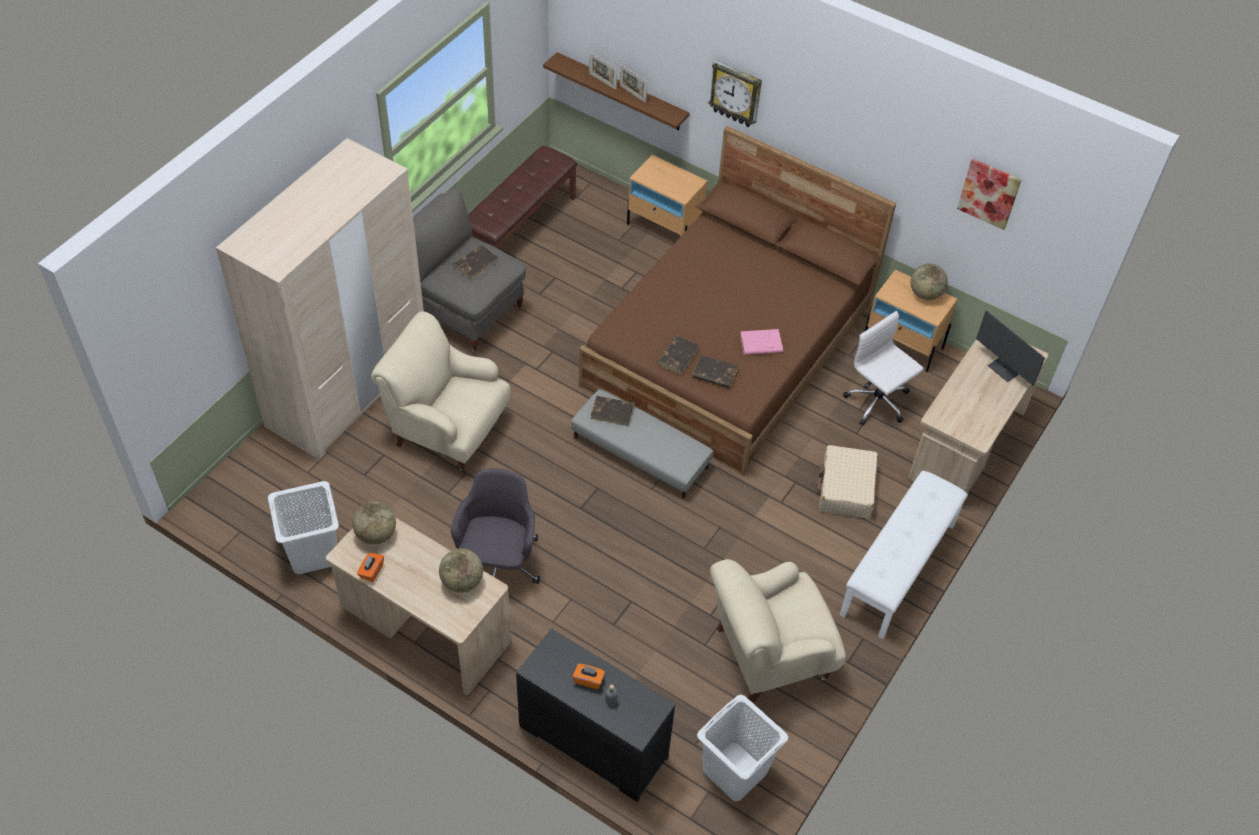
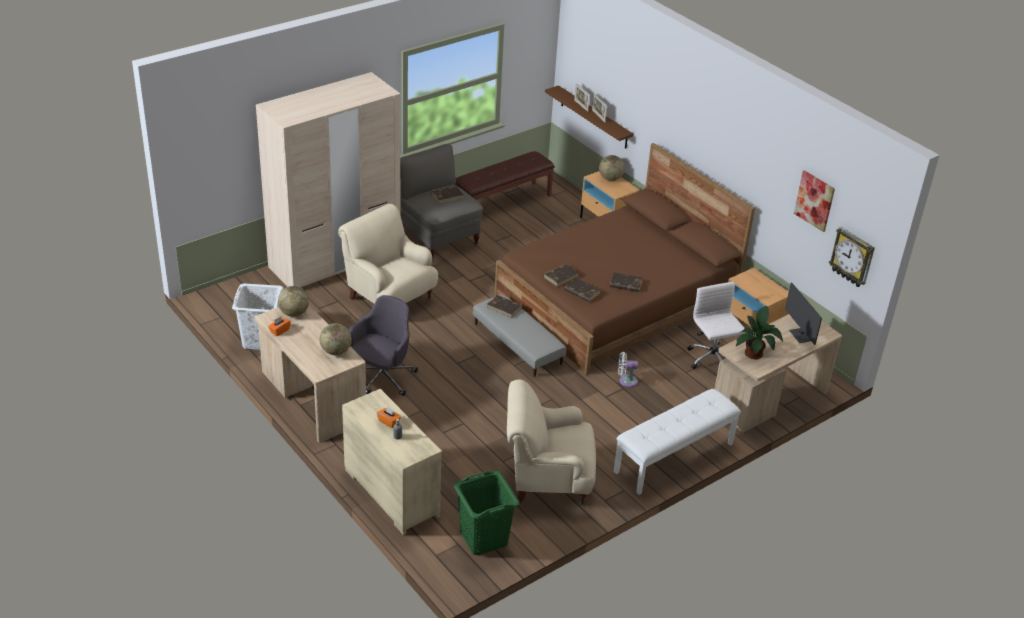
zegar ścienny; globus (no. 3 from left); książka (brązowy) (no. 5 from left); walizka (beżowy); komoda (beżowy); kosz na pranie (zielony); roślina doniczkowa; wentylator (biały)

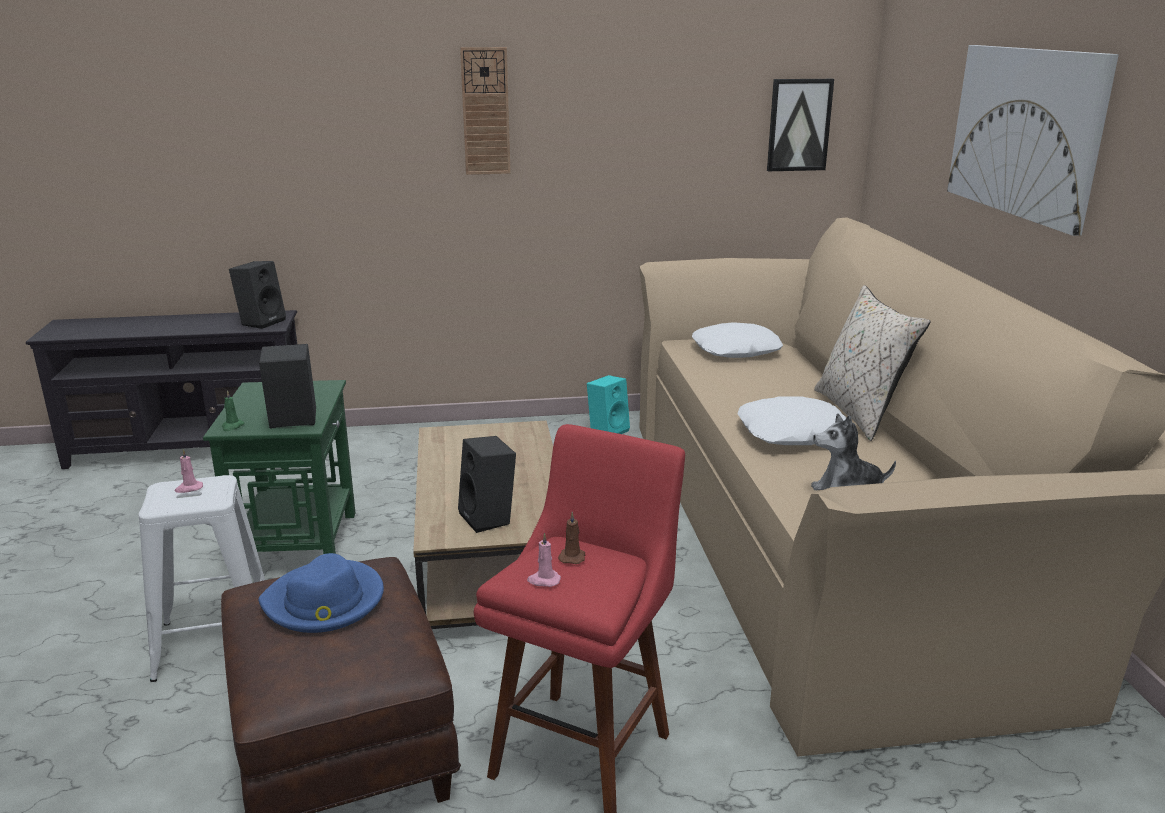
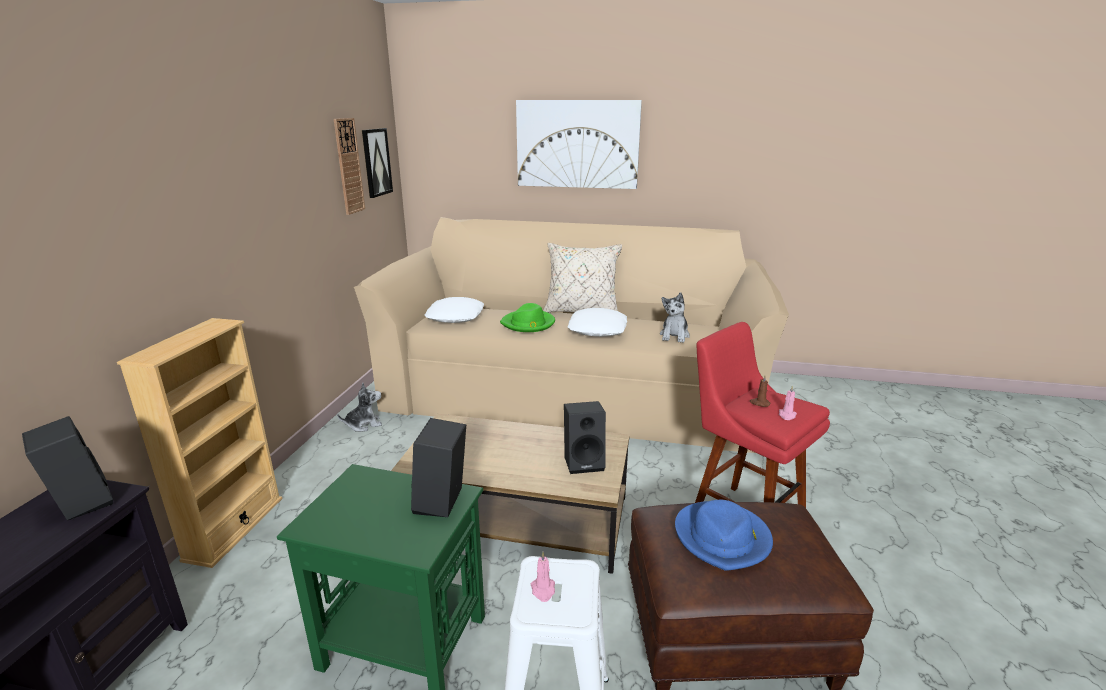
zegar ścienny; pluszak (no. 1 from left); świeca (zielony); kapelusz (zielony); regał (beżowy)

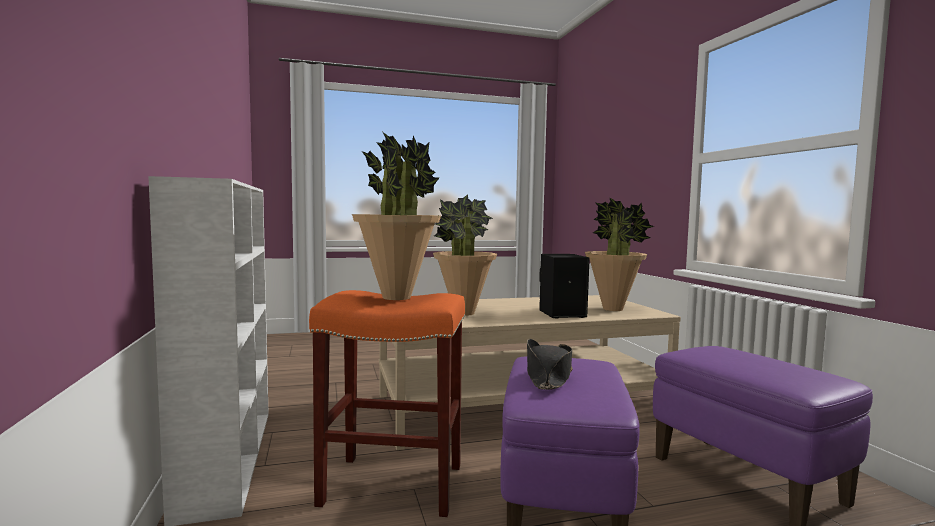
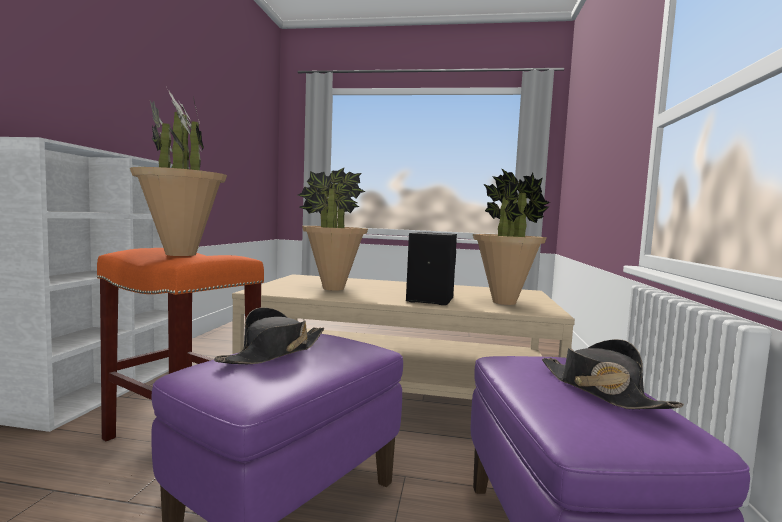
kapelusz (czarny) (no. 2 from left)

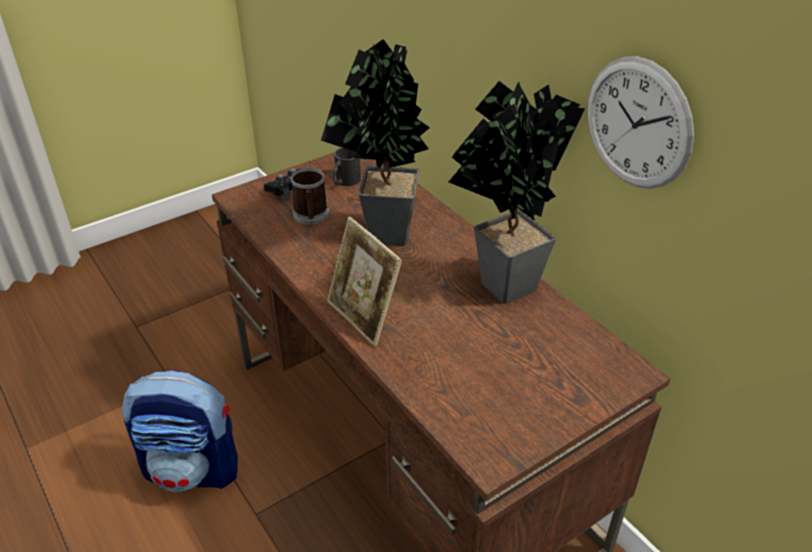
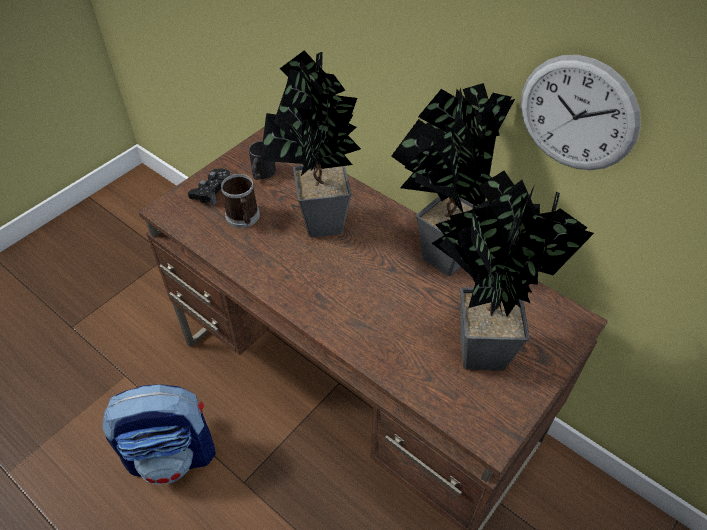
ramka na zdjęcie; roślina doniczkowa (no. 3 from left)

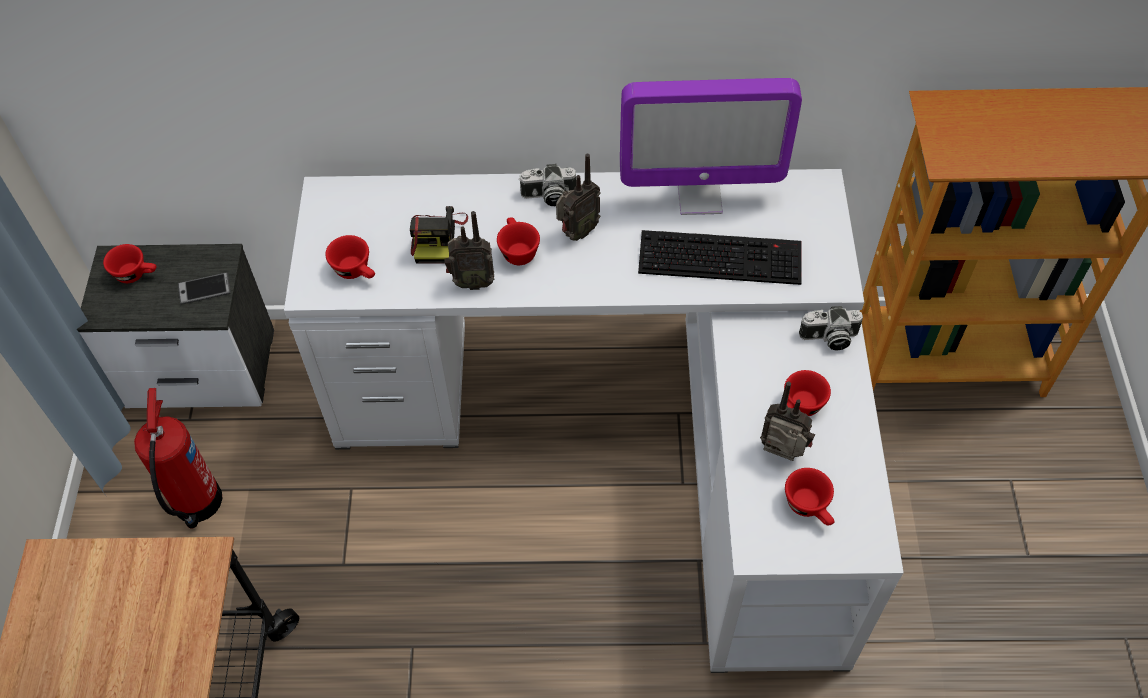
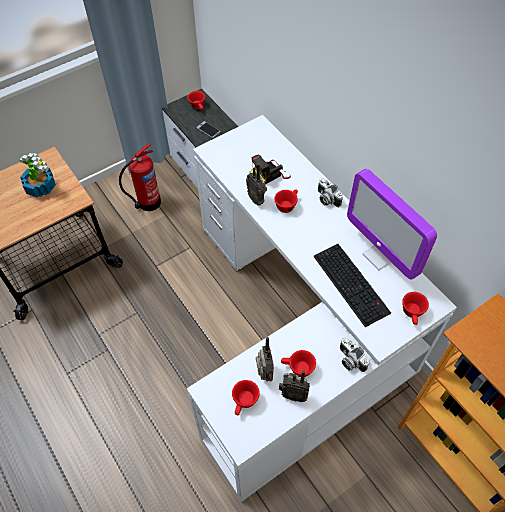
radio (no. 3 from left); filiżanka (czerwony) (no. 5 from left); roślina doniczkowa

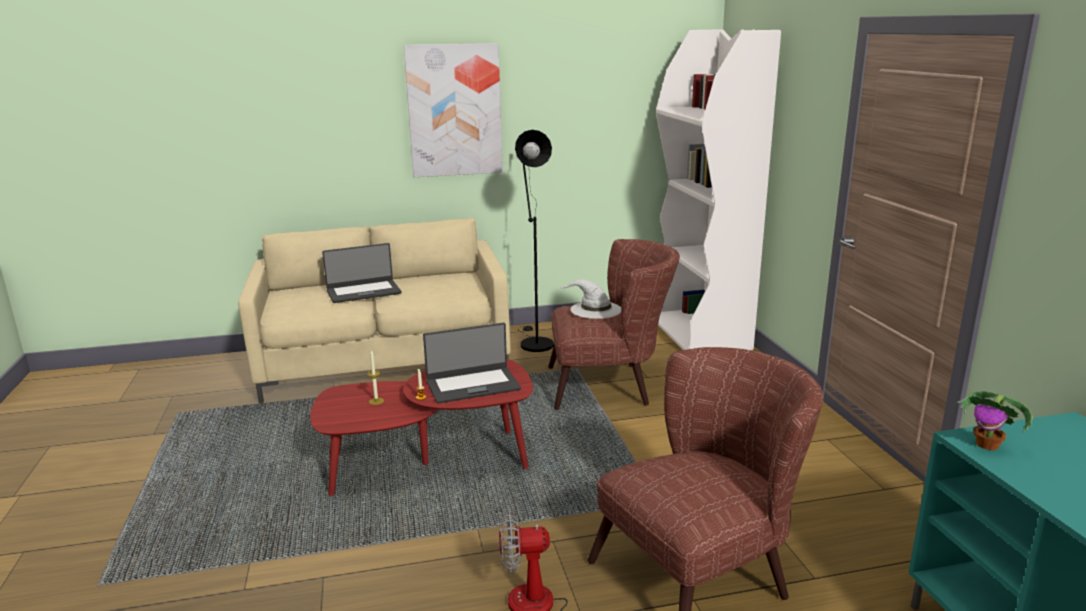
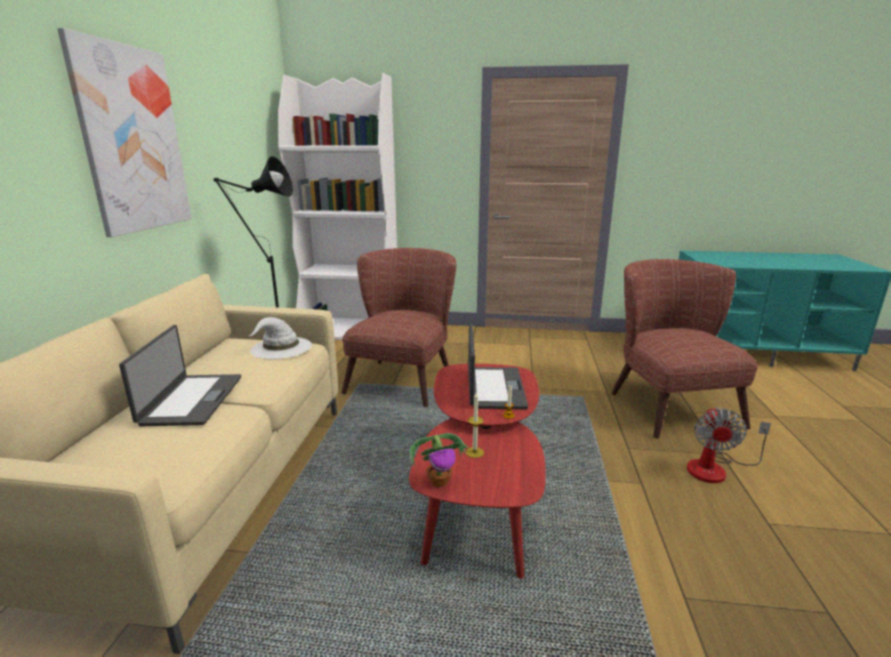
kapelusz (biały); roślina doniczkowa

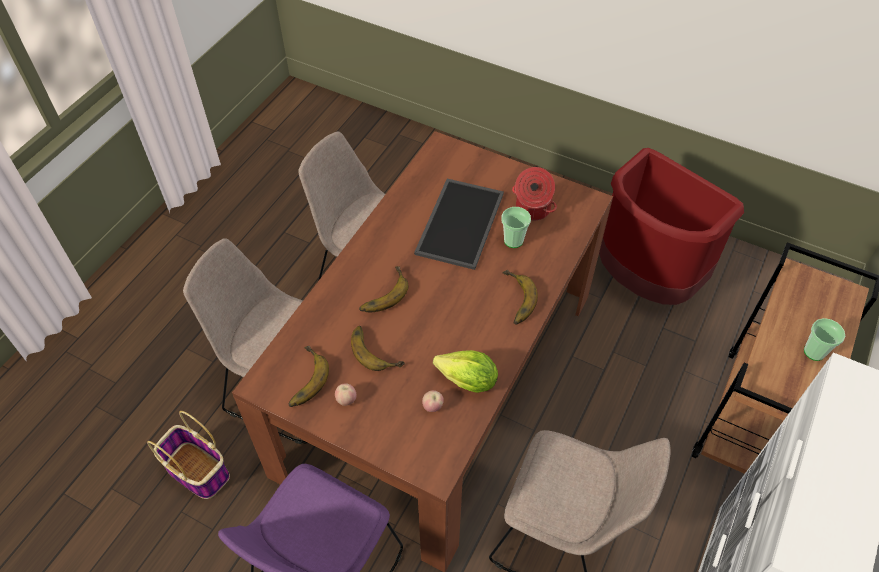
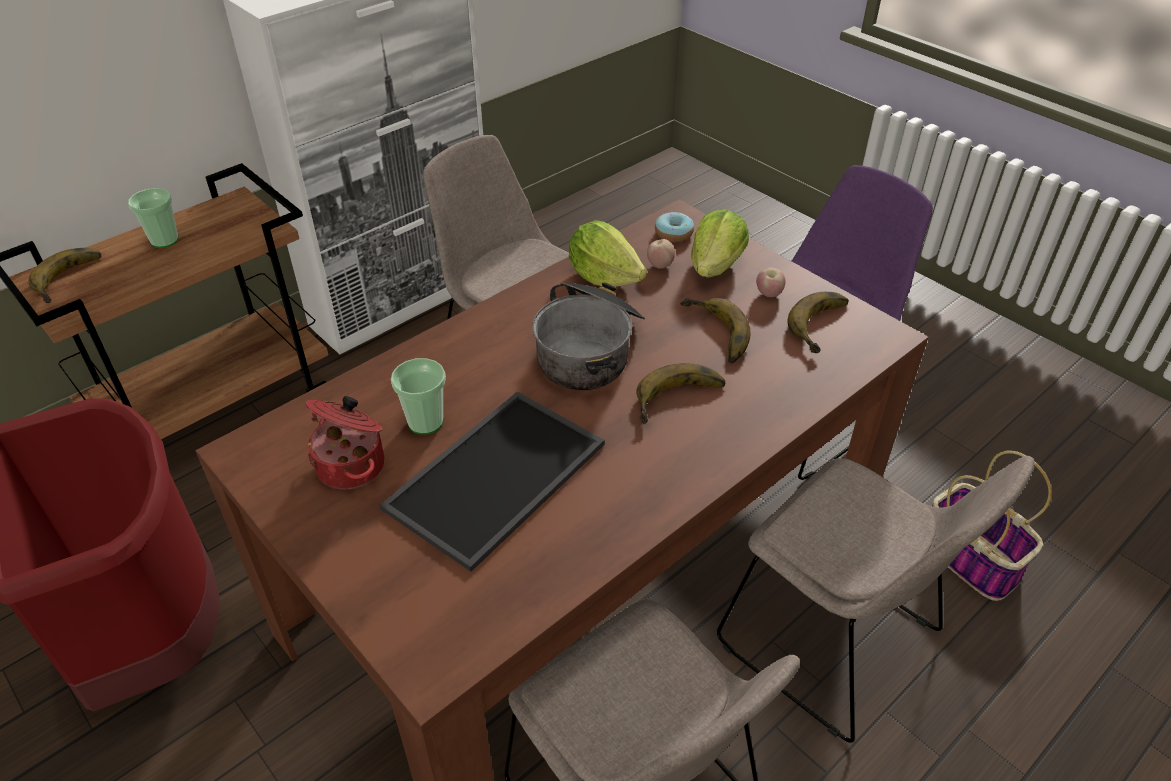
banan (no. 1 from left); sałata (no. 2 from left); donut; garnek (no. 2 from left)

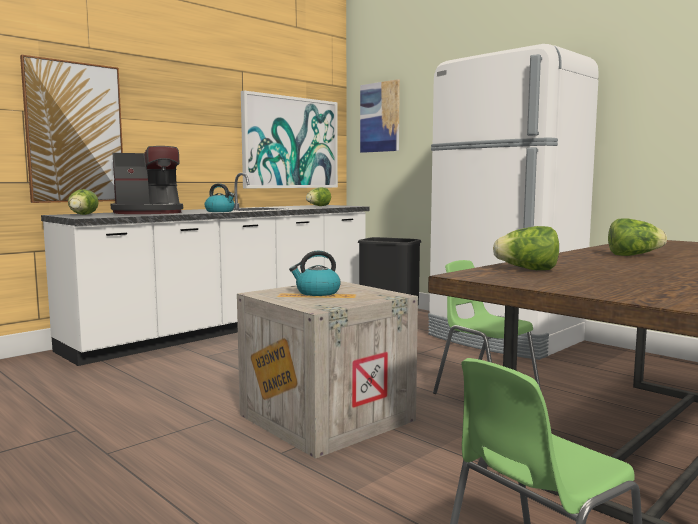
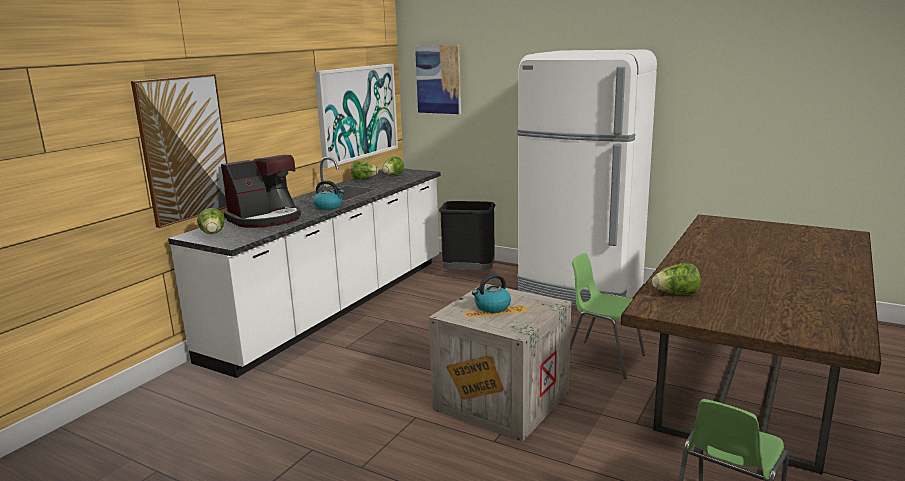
sałata (no. 2 from left)

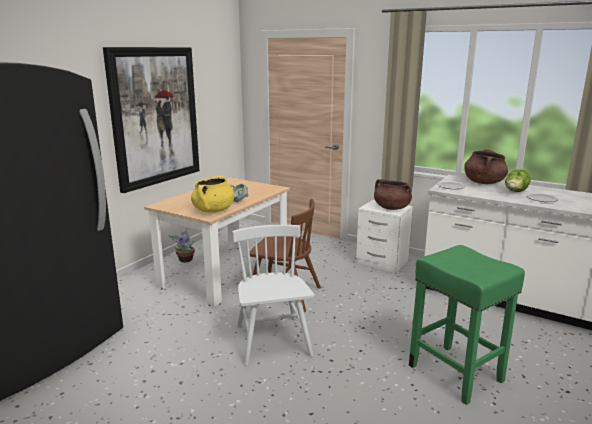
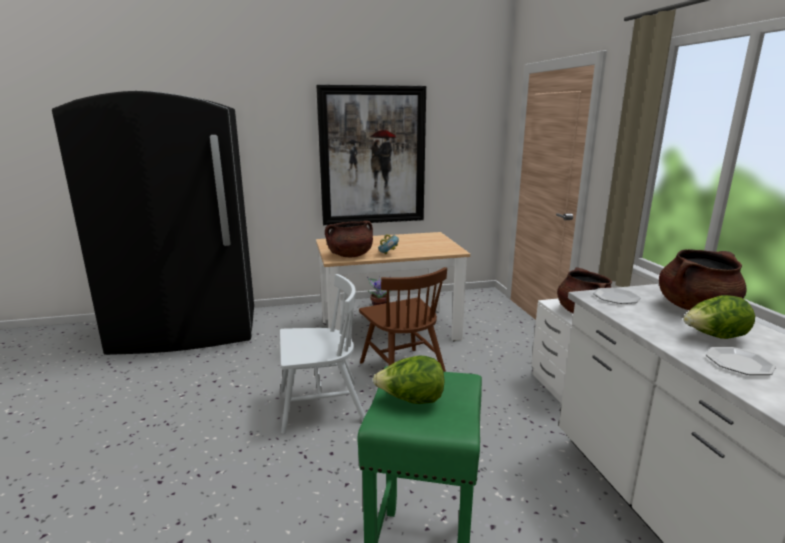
garnek (brązowy) (no. 1 from left); krzesło (biały); sałata (no. 1 from left)

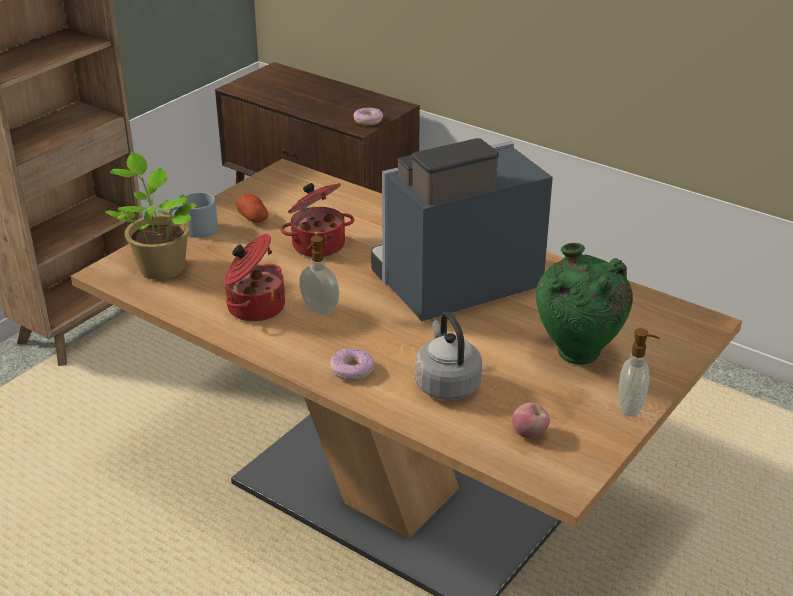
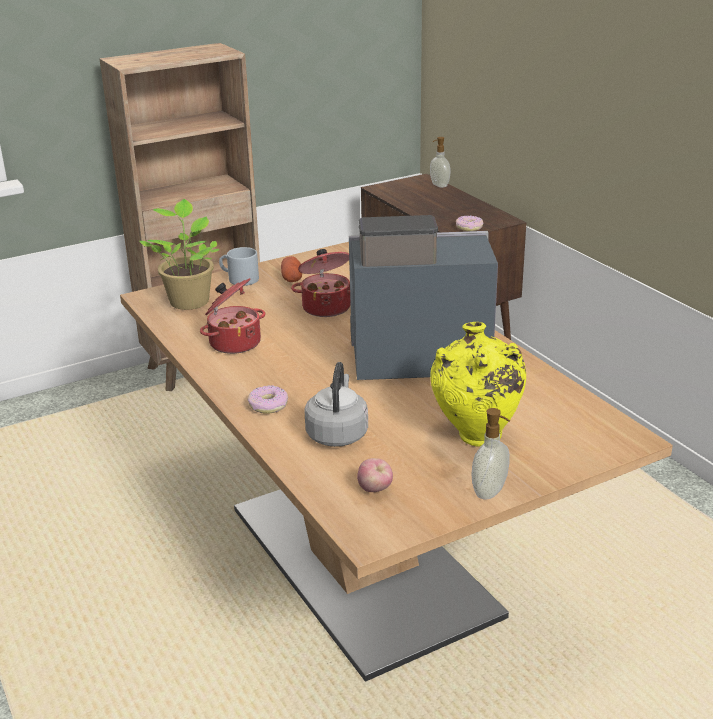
dozownik mydła (no. 1 from left); wazon (żółty)

